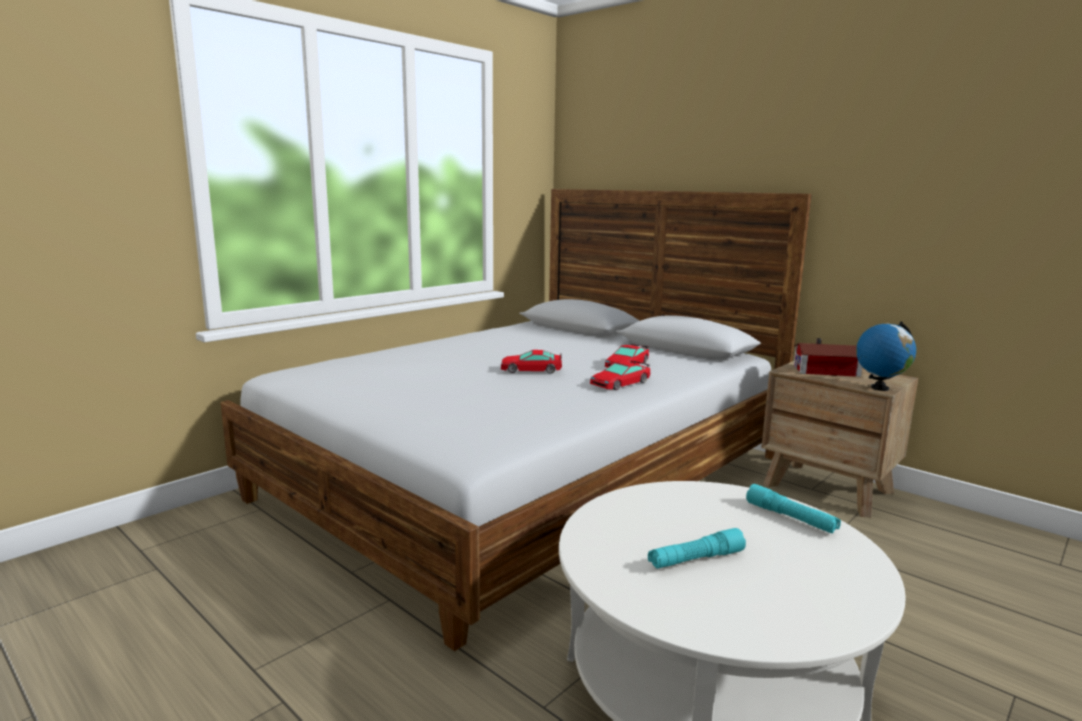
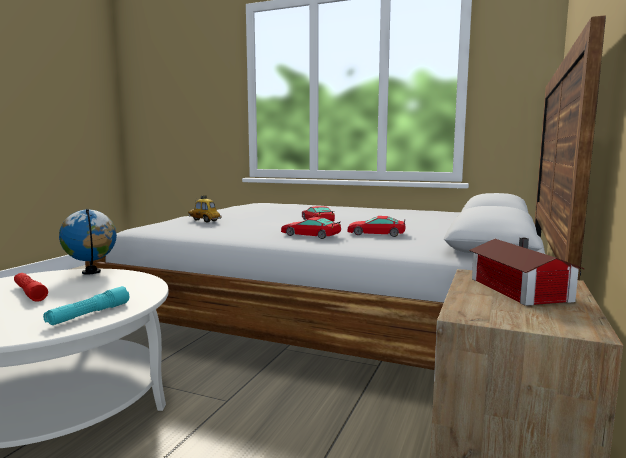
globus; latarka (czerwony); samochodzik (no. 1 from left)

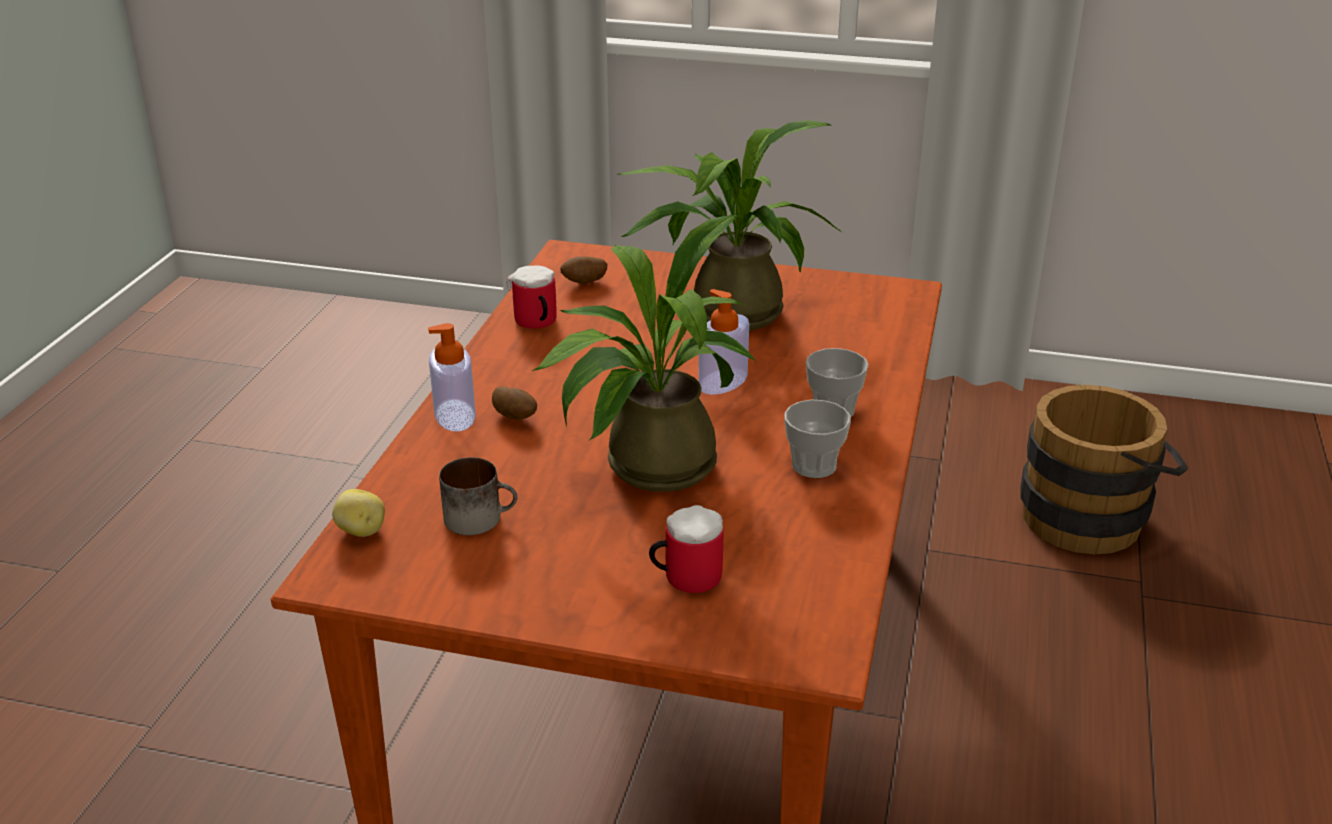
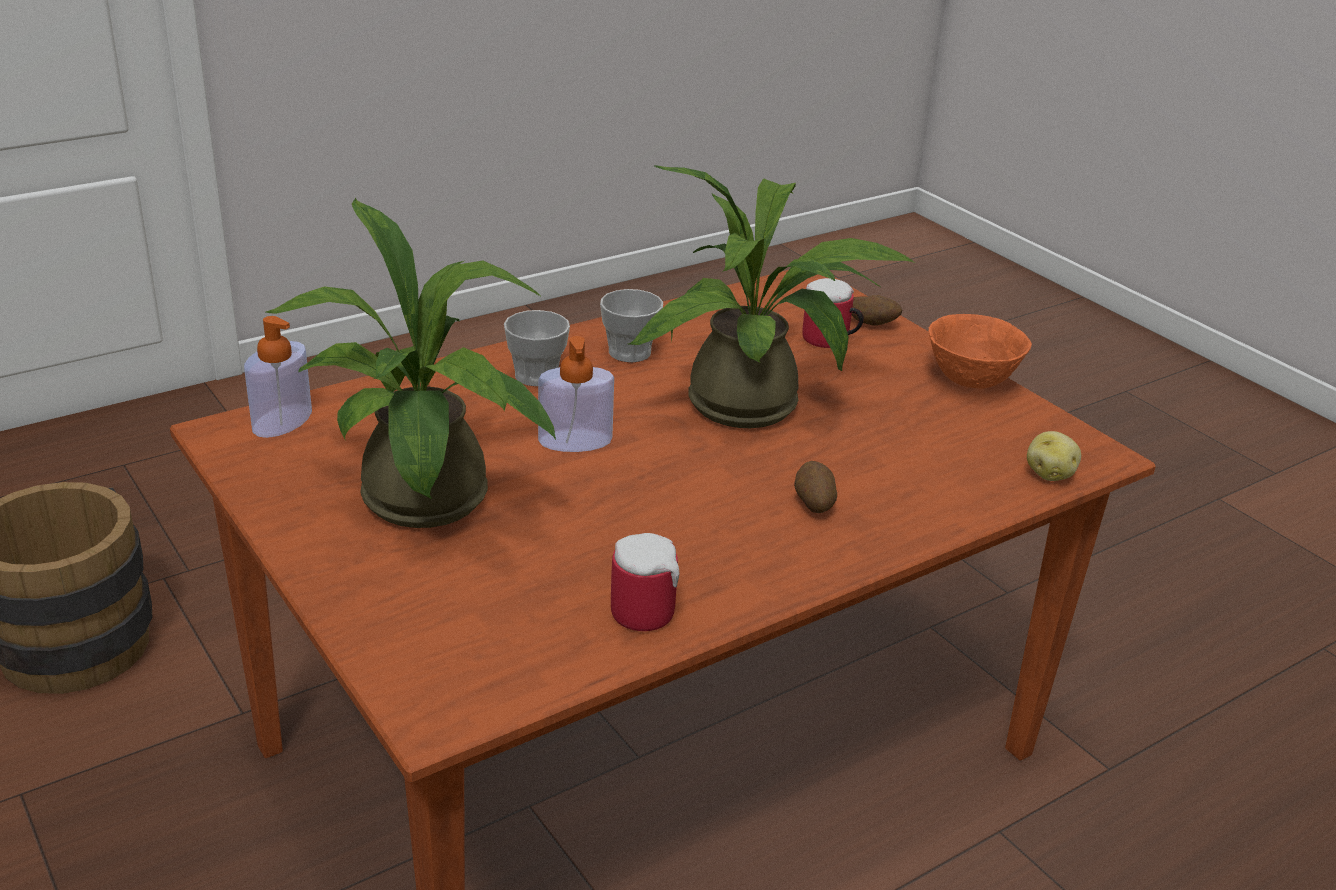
ziemniak (no. 2 from left); dozownik mydła (no. 1 from left); kubek (no. 1 from left in the first image); miska (pomarańczowy)

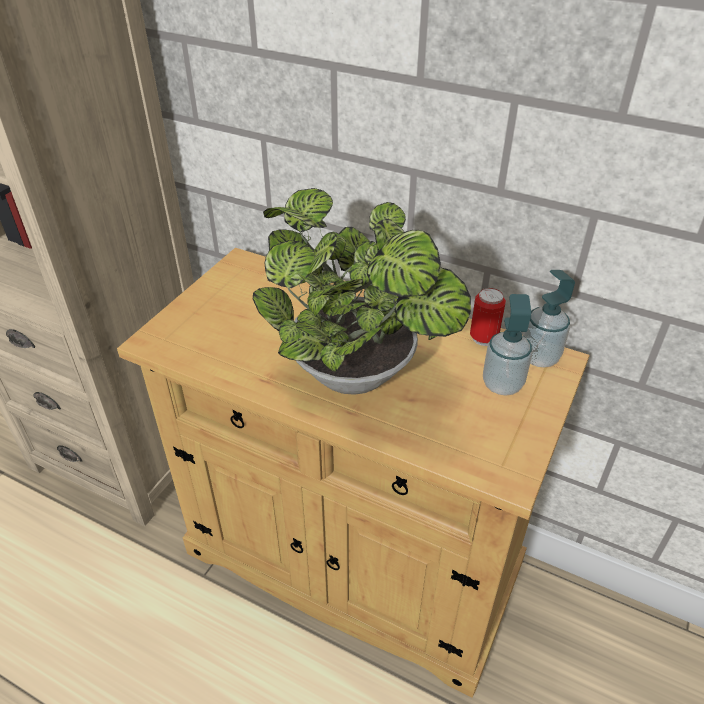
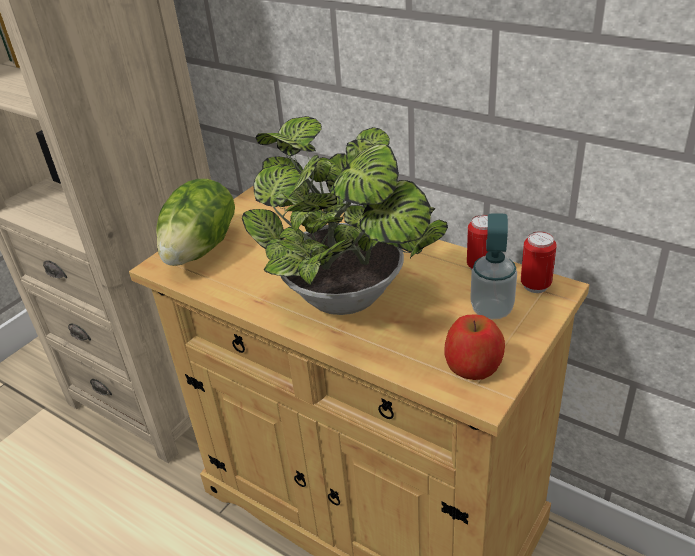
puszka (no. 2 from left); sałata; jabłko

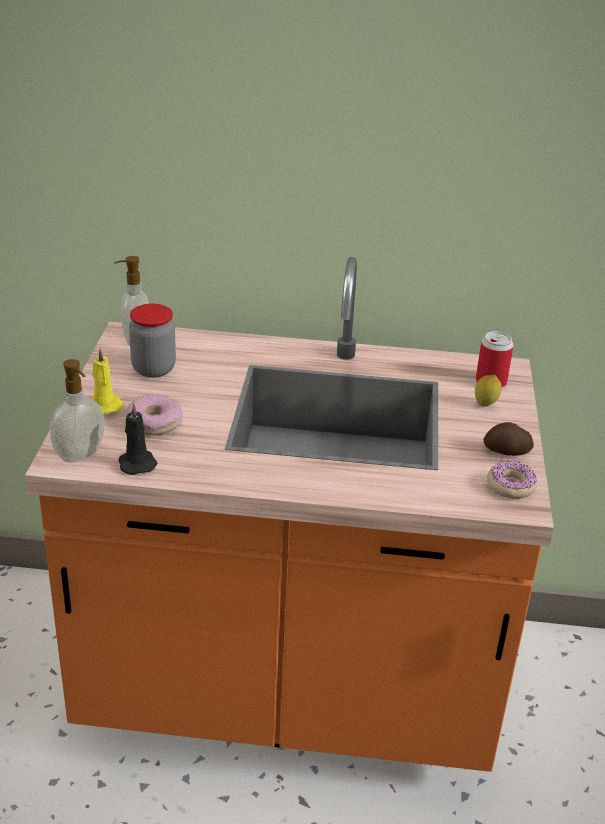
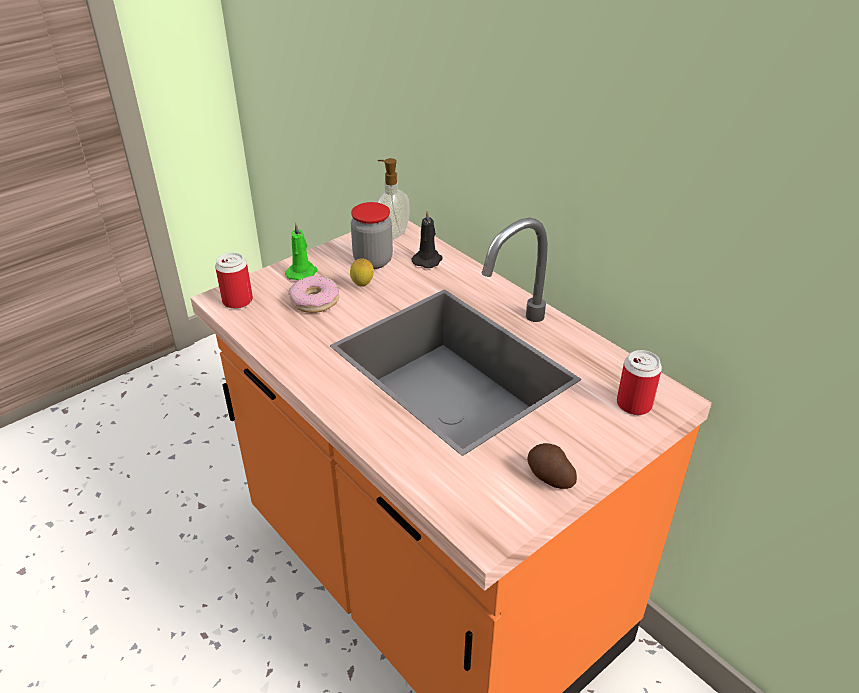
świeca (zielony); puszka (no. 1 from left); cytryna; świeca (czarny); donut (no. 2 from left in the first image)

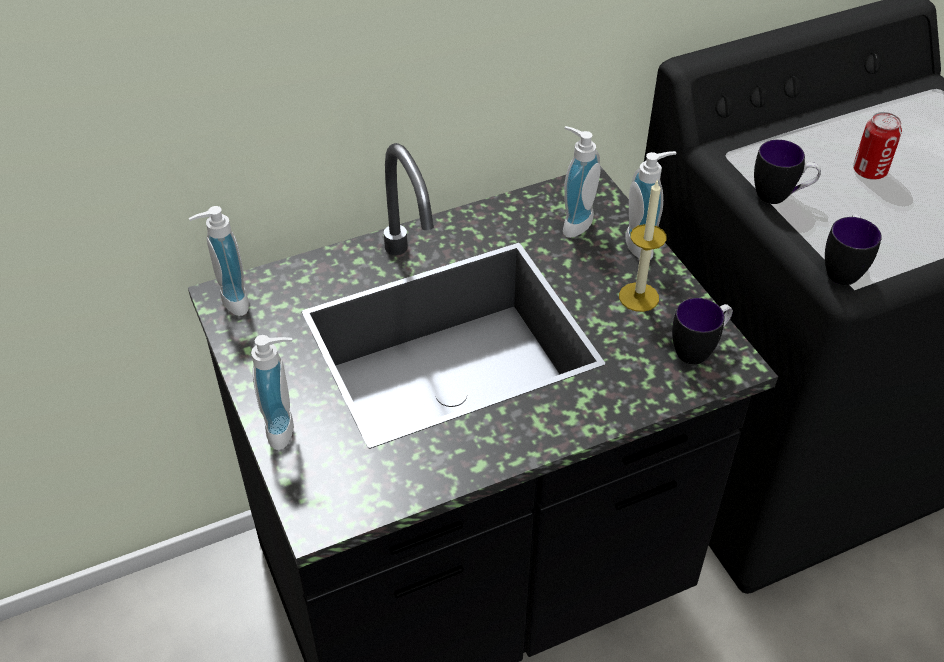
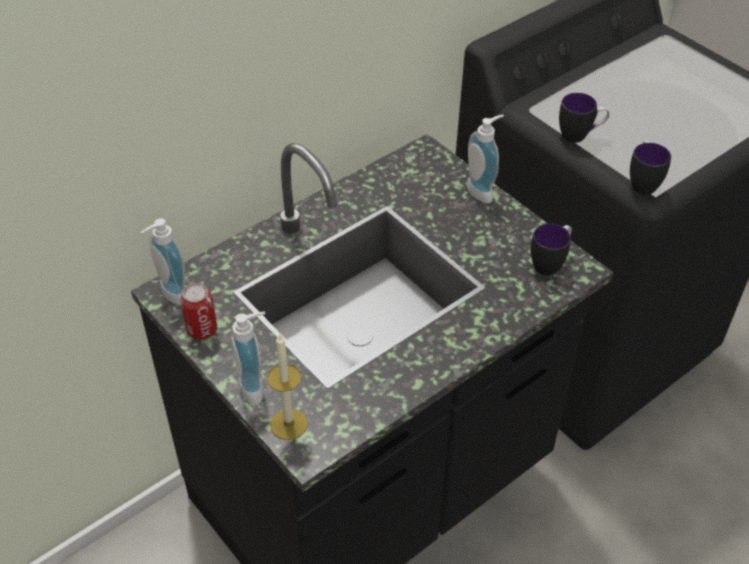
puszka; dozownik mydła (no. 3 from left in the first image); świeca

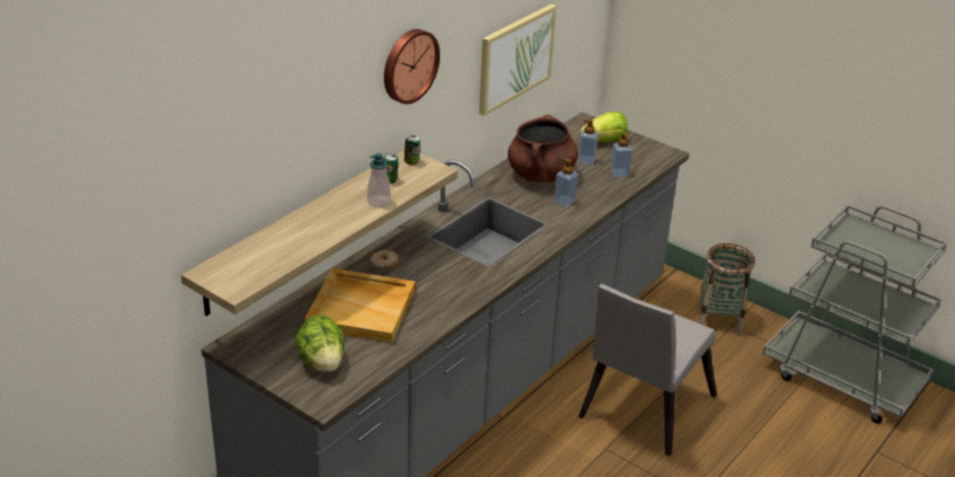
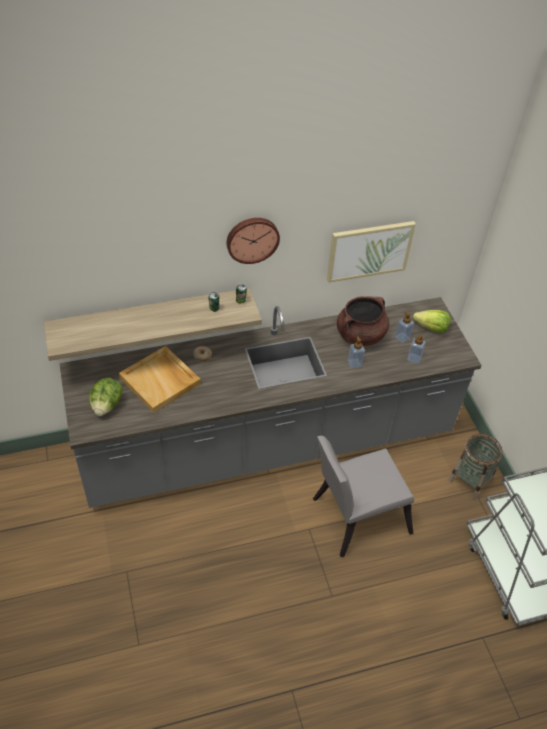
dozownik mydła (no. 1 from left in the first image)

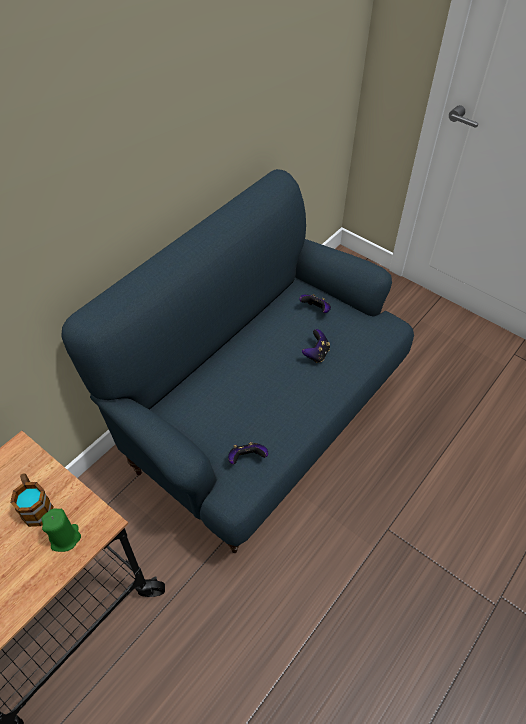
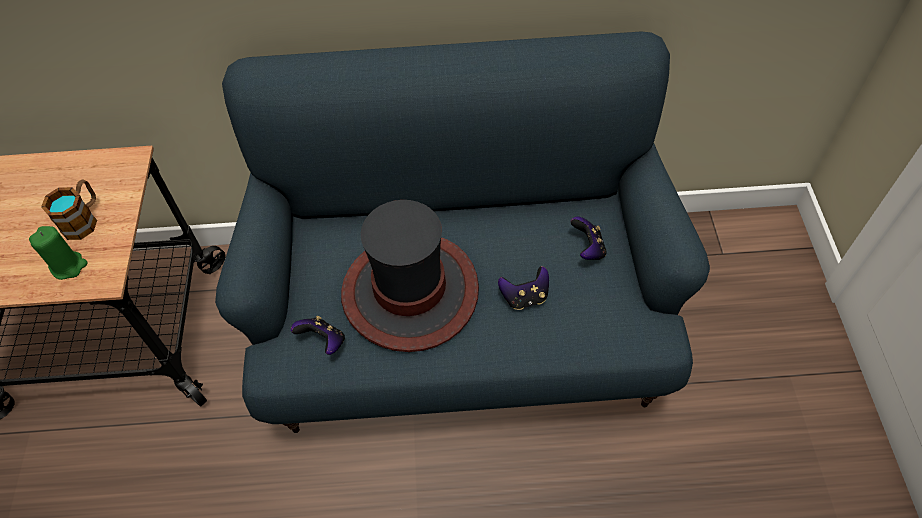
kapelusz

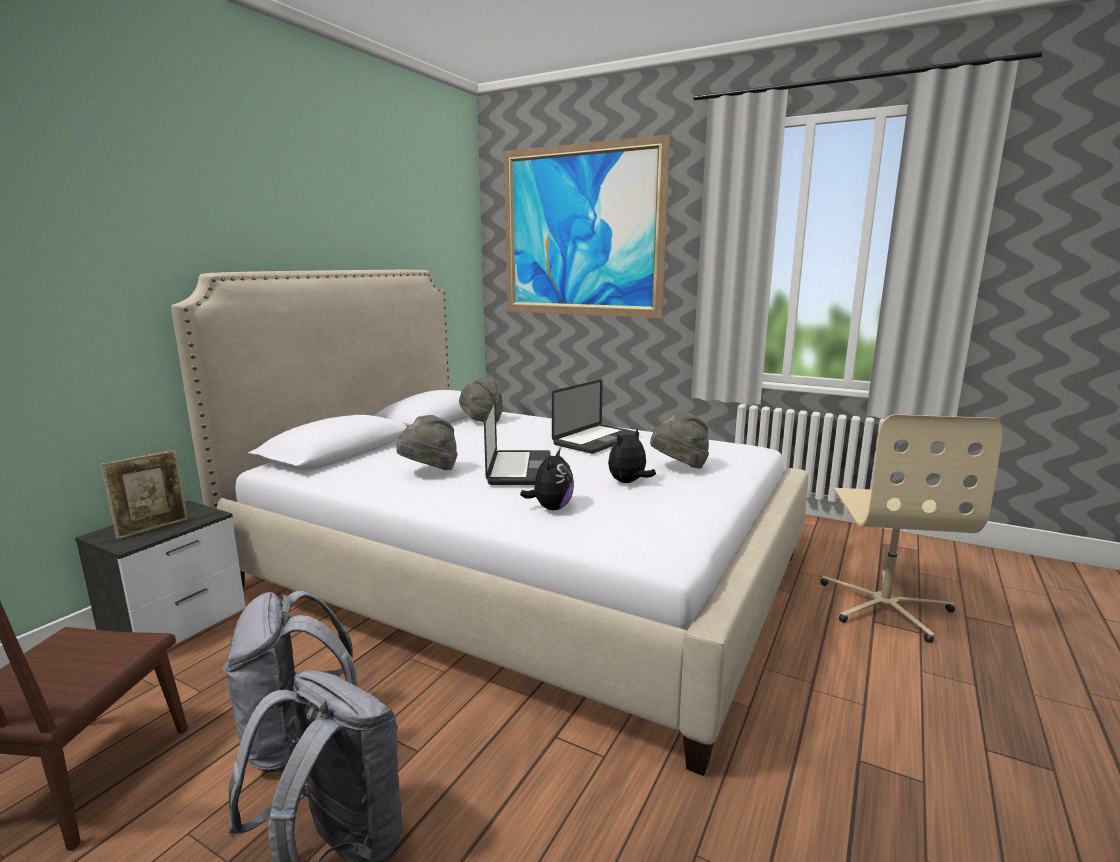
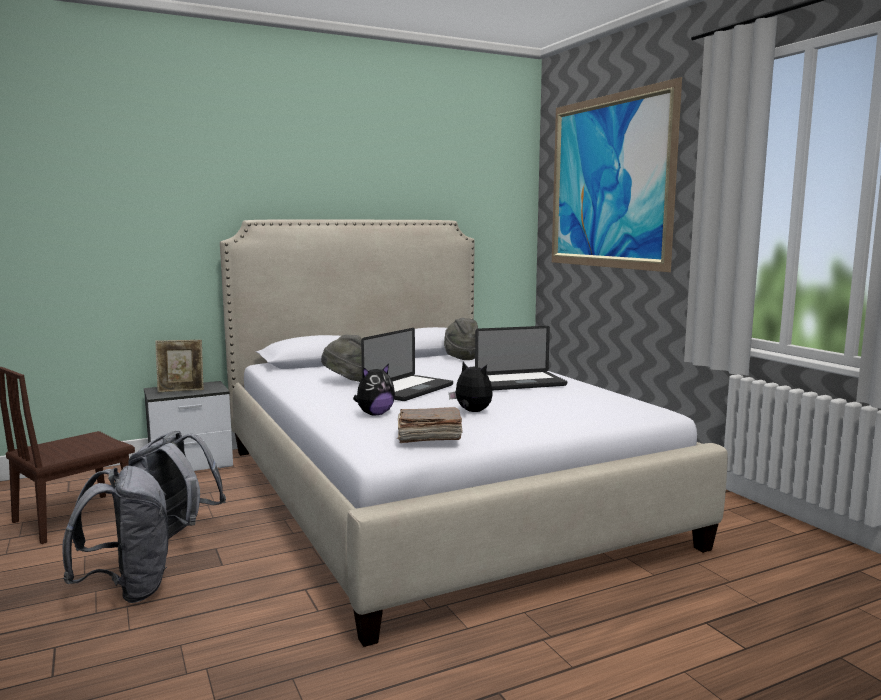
kapelusz (szary) (no. 3 from left in the first image); krzesło biurowe (beżowy); pluszak (no. 2 from left); książka (brązowy)

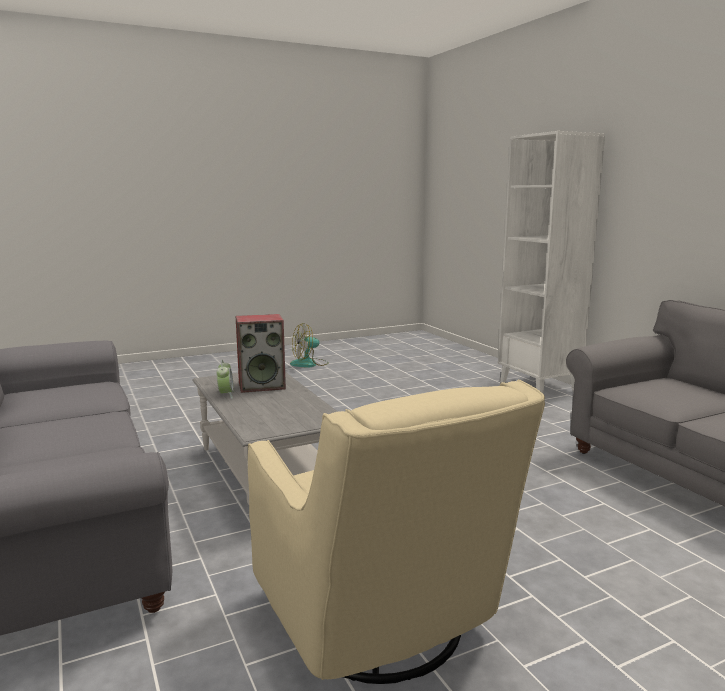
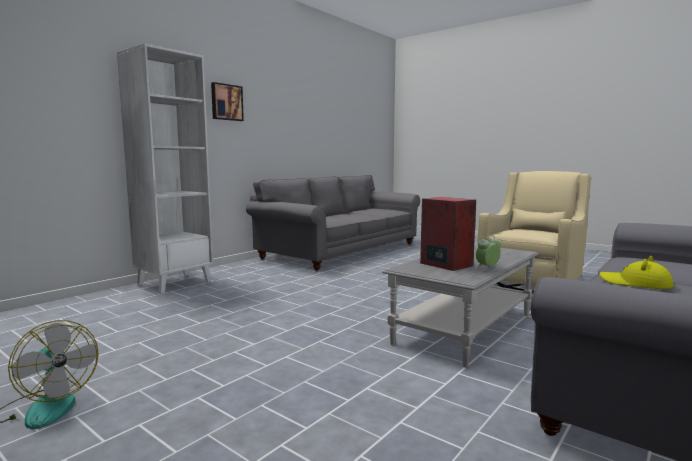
obraz; kapelusz (żółty)

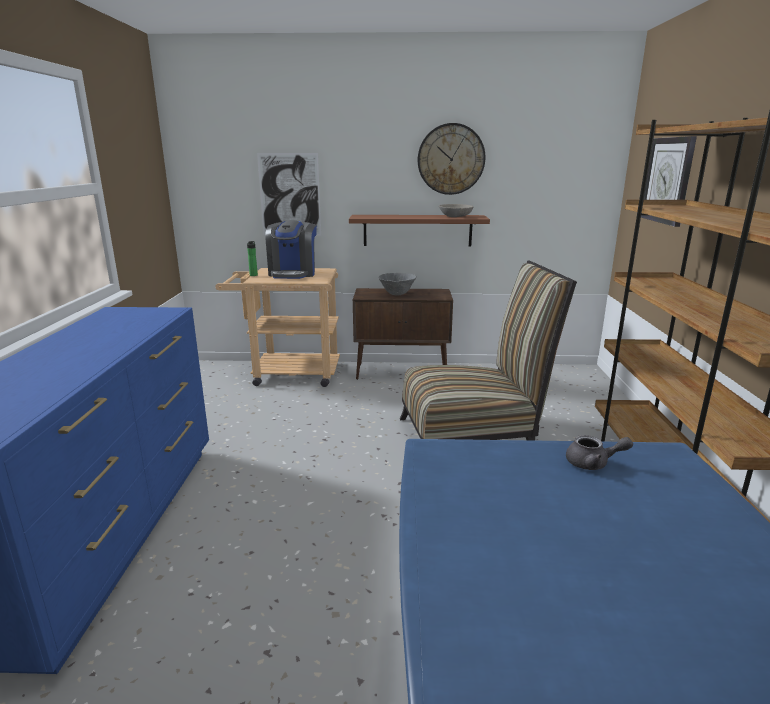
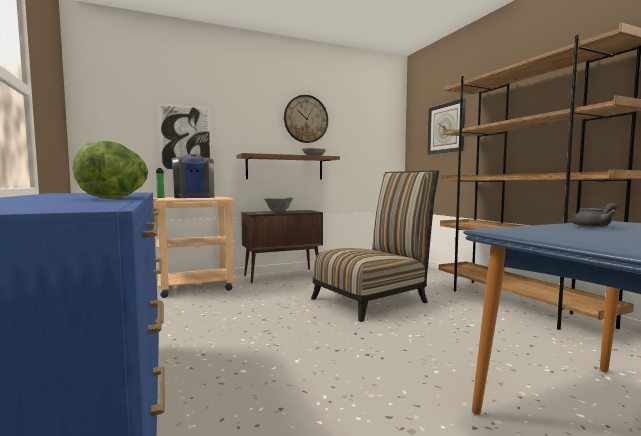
sałata

